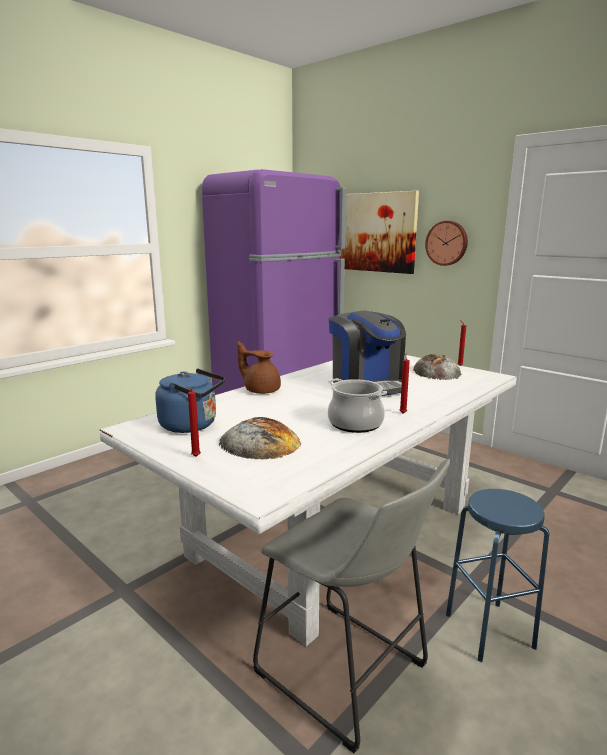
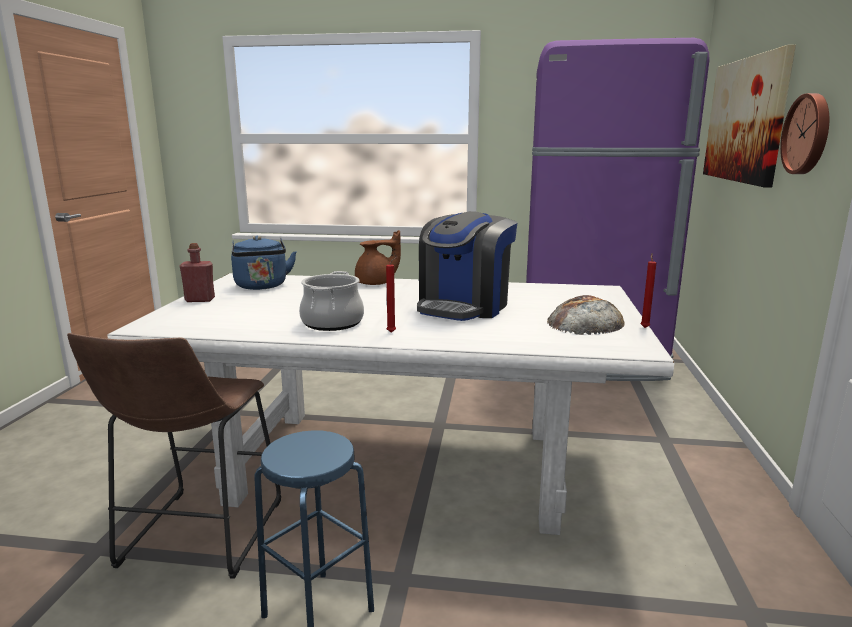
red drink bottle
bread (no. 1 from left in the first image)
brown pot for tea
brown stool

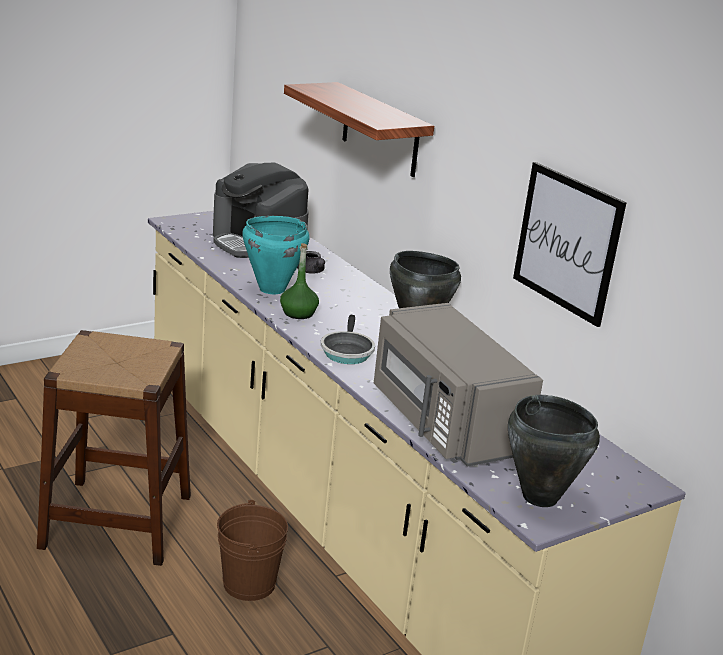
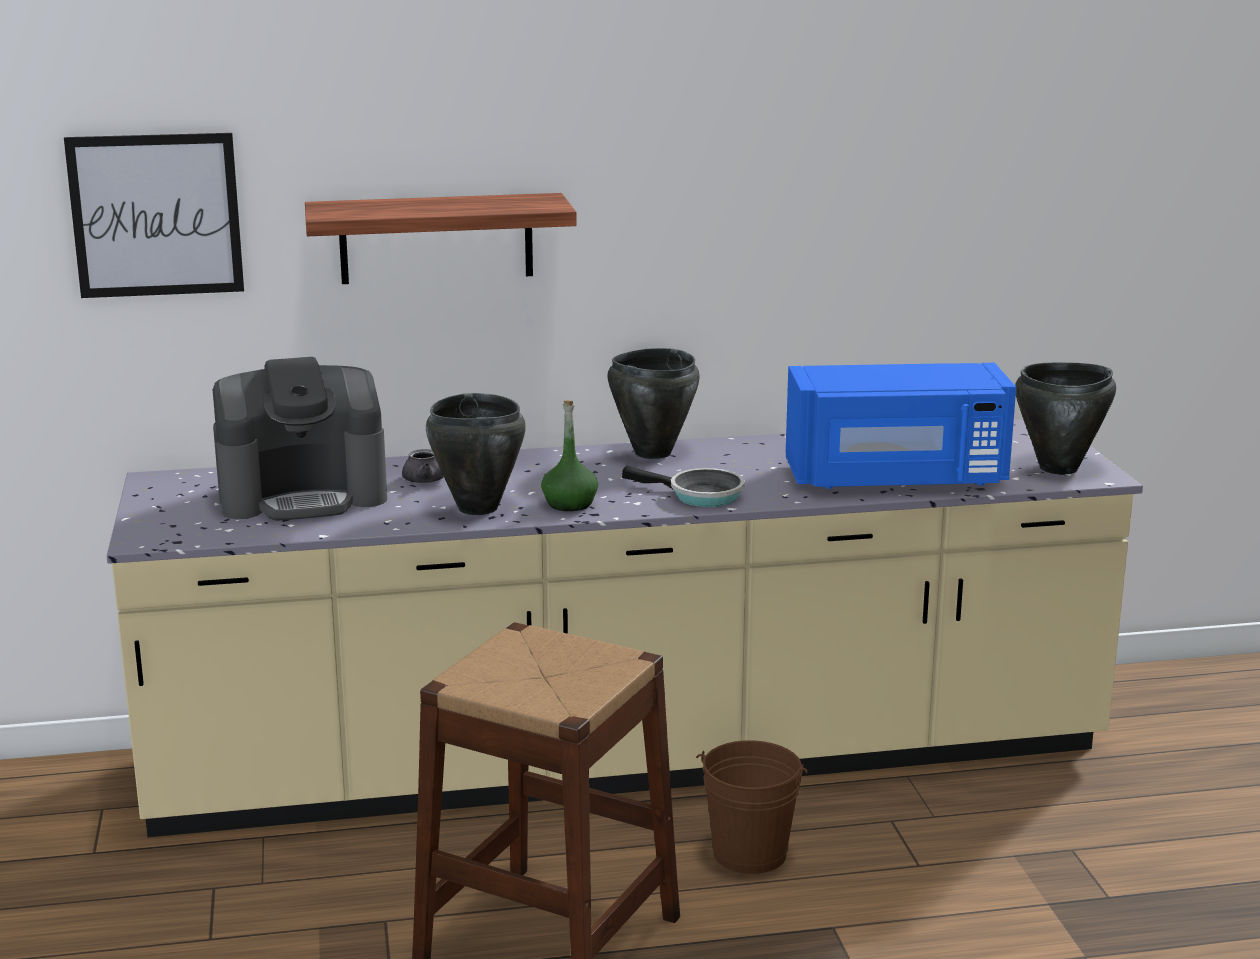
black-coloured cooking pot (no. 1 from left)
bluish kitchen microwave
wall art

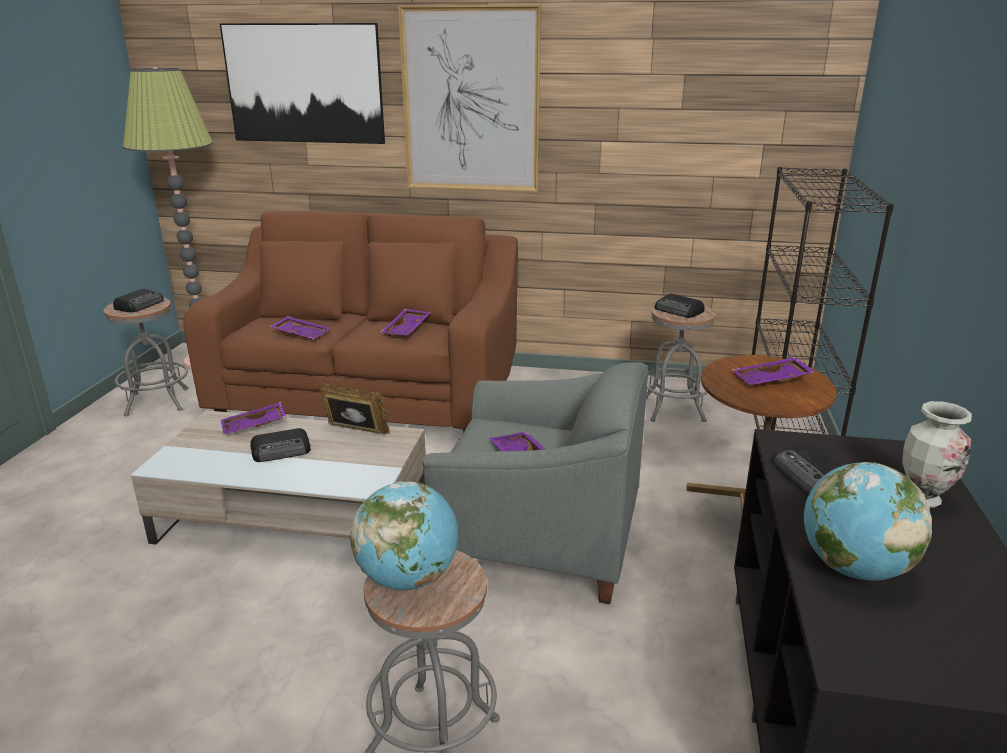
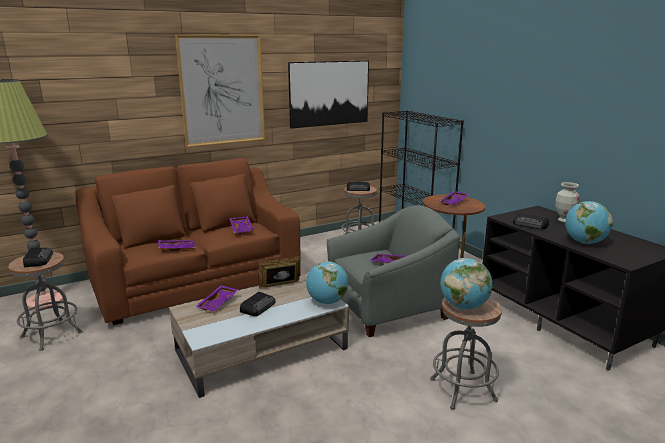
wall art (no. 2 from left)
desk globe (no. 1 from left)

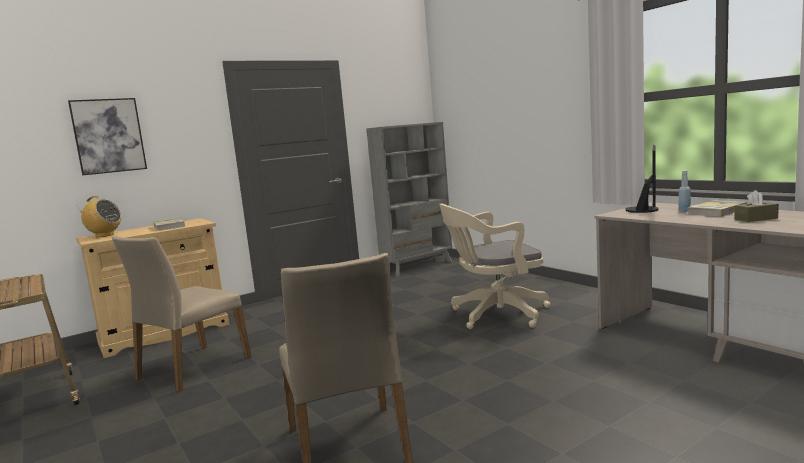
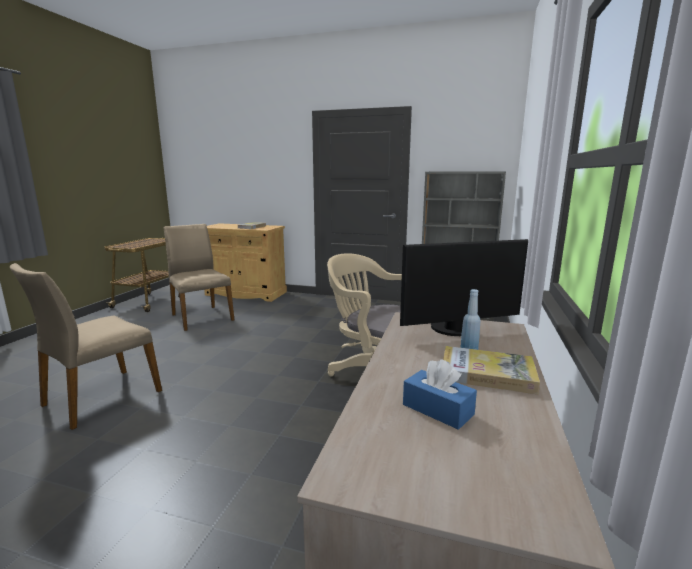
wall art
radio receiver
beige plain chair (no. 2 from left)
bluish tissue box

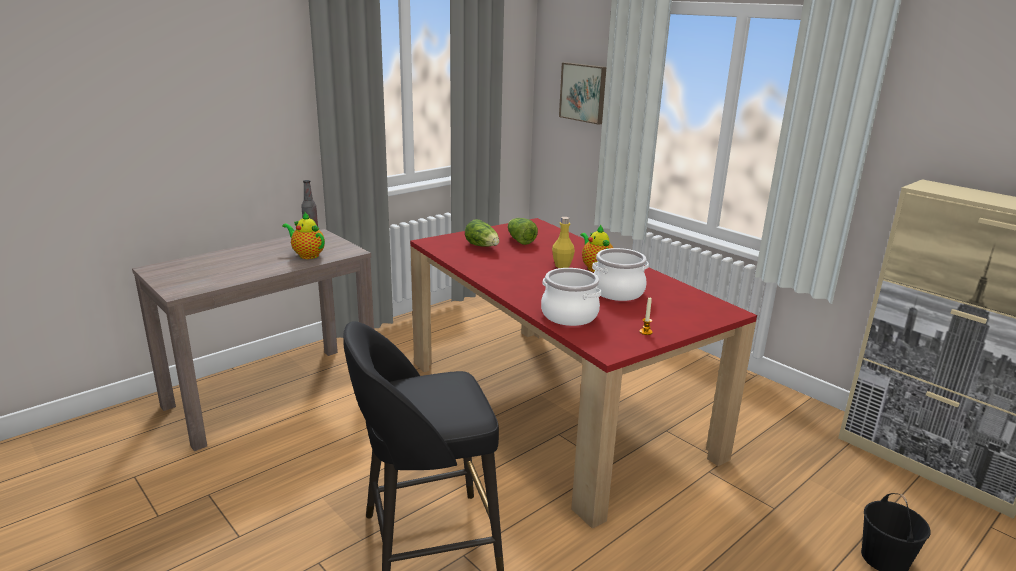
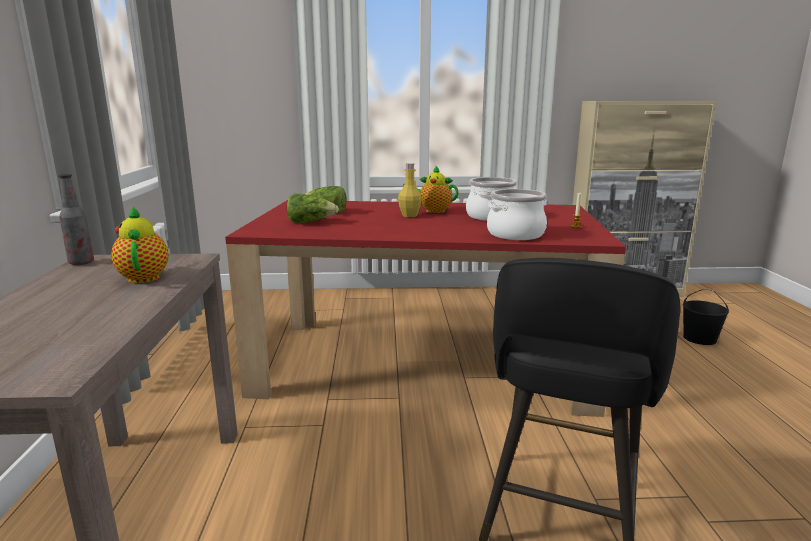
pot for tea (no. 1 from left)
wall art

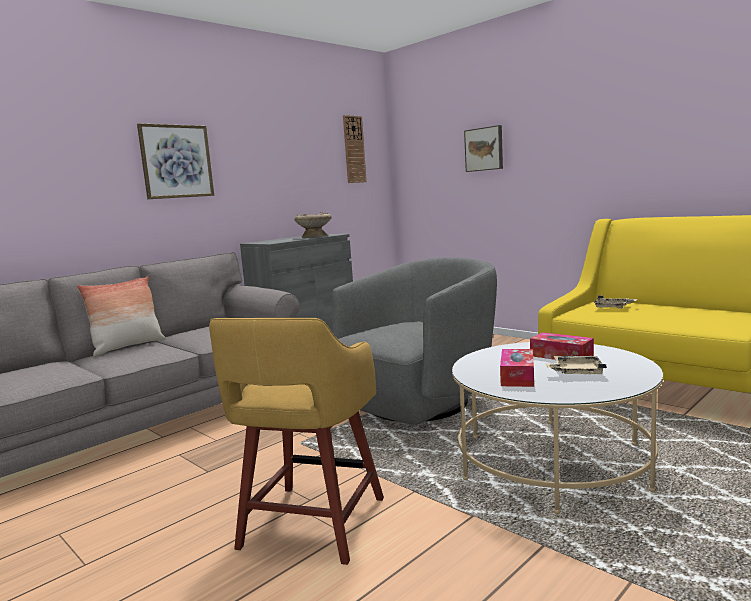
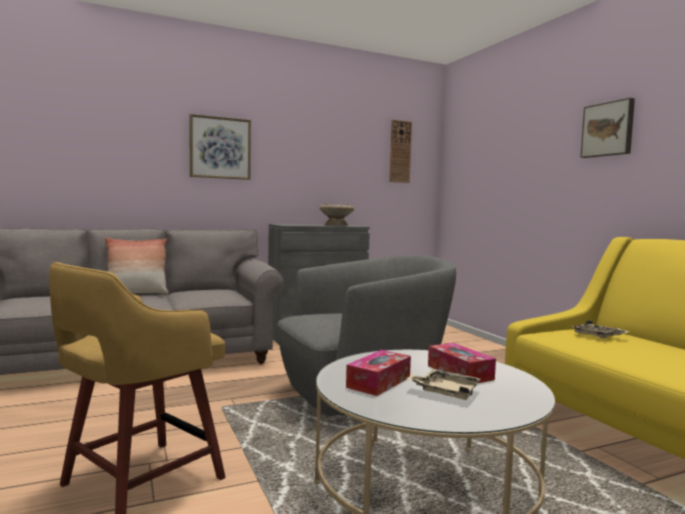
wall art (no. 2 from left)

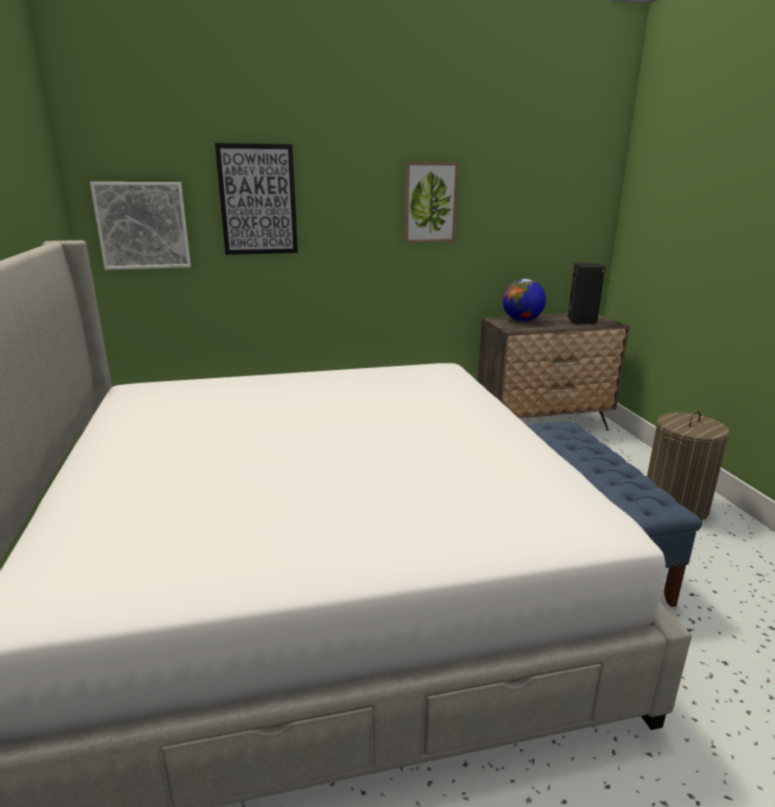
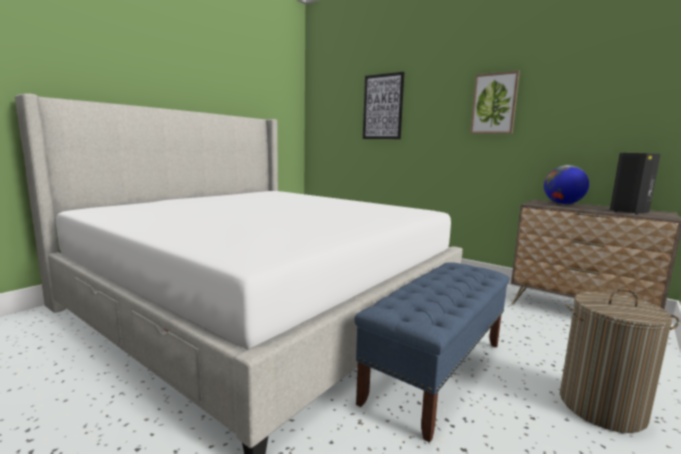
wall art (no. 1 from left in the first image)

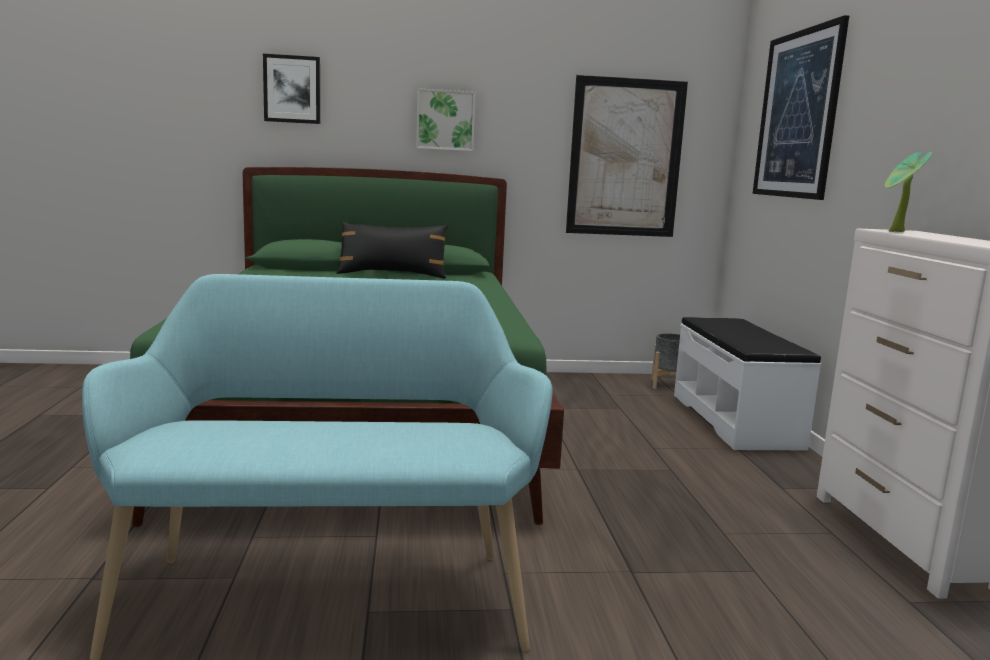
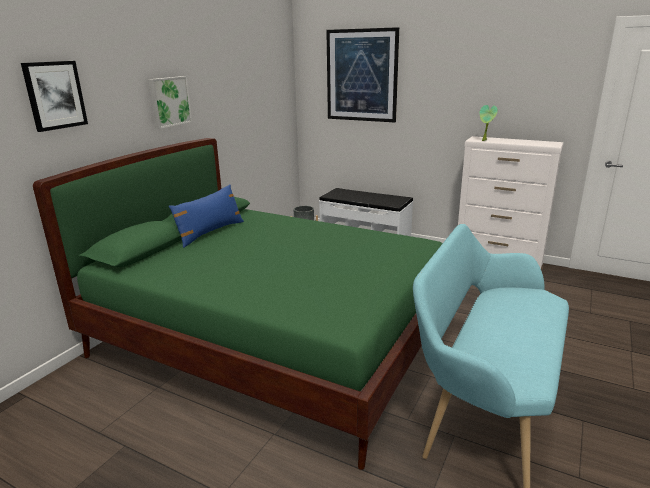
bluish pillow
wall art (no. 3 from left in the first image)

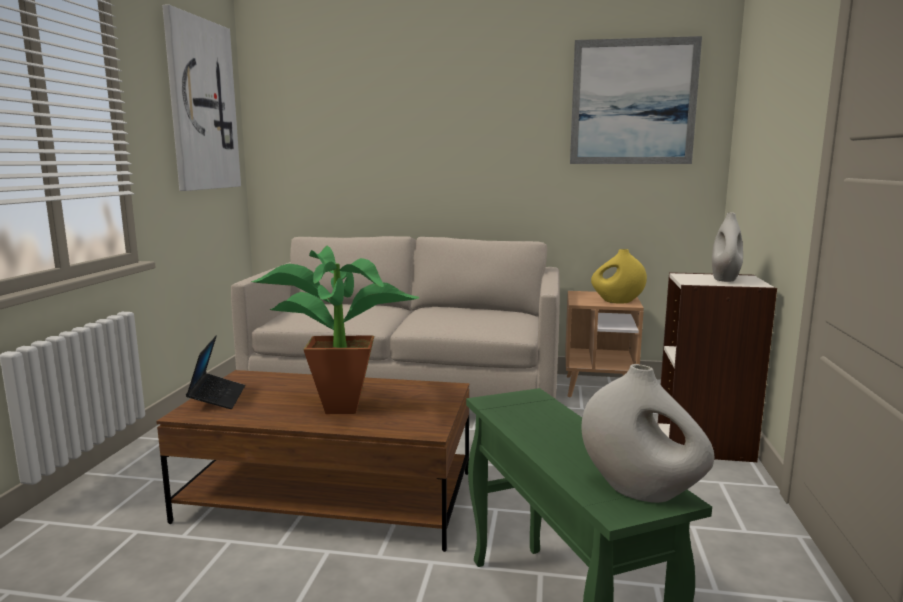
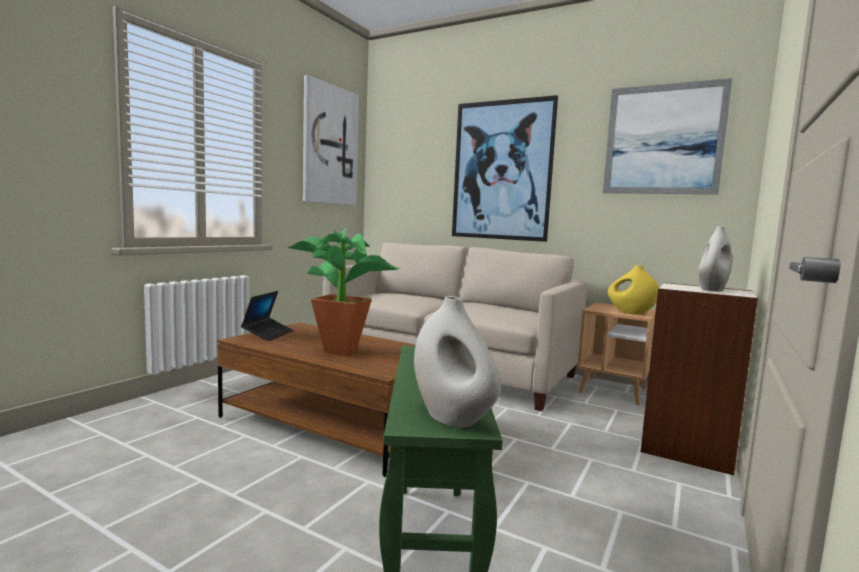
wall art (no. 2 from left)

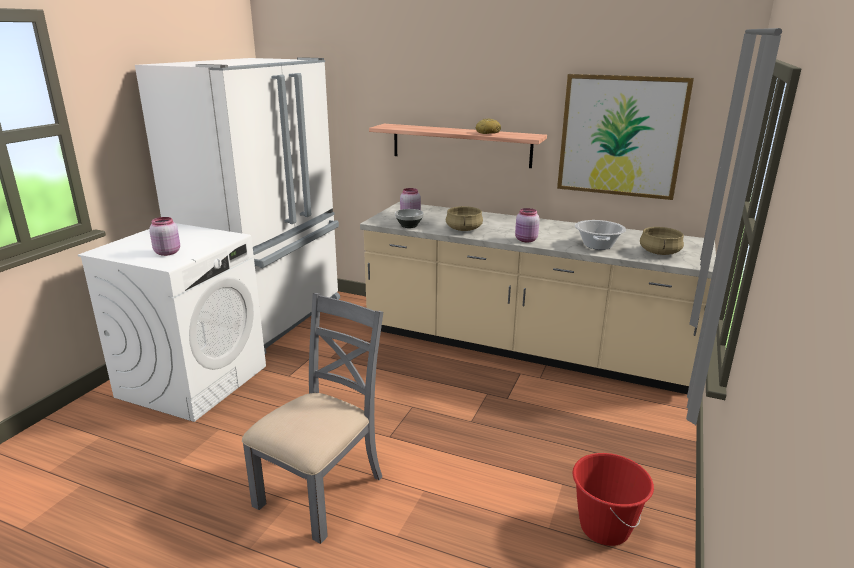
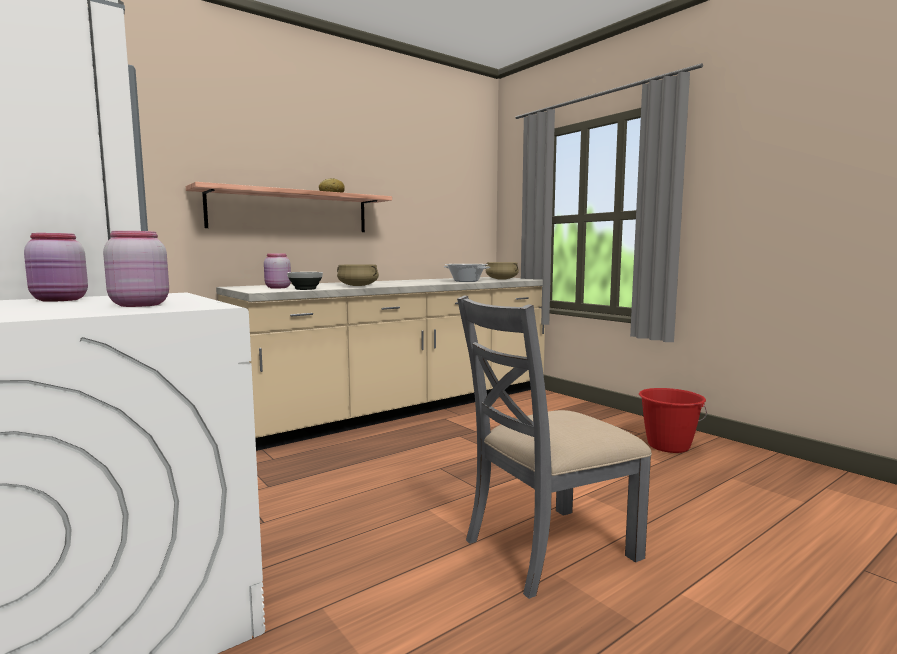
grey plain chair
pink preserve jar (no. 1 from left)
wall art

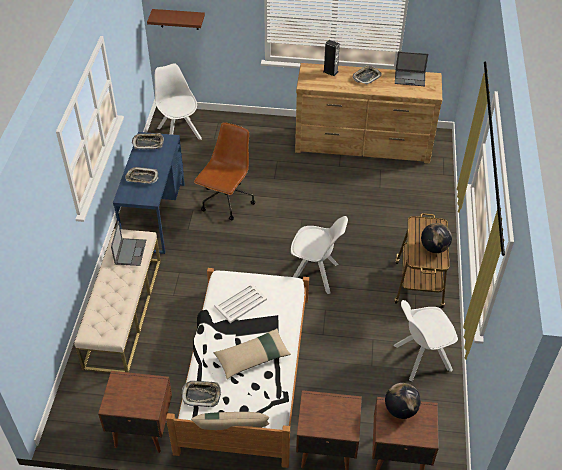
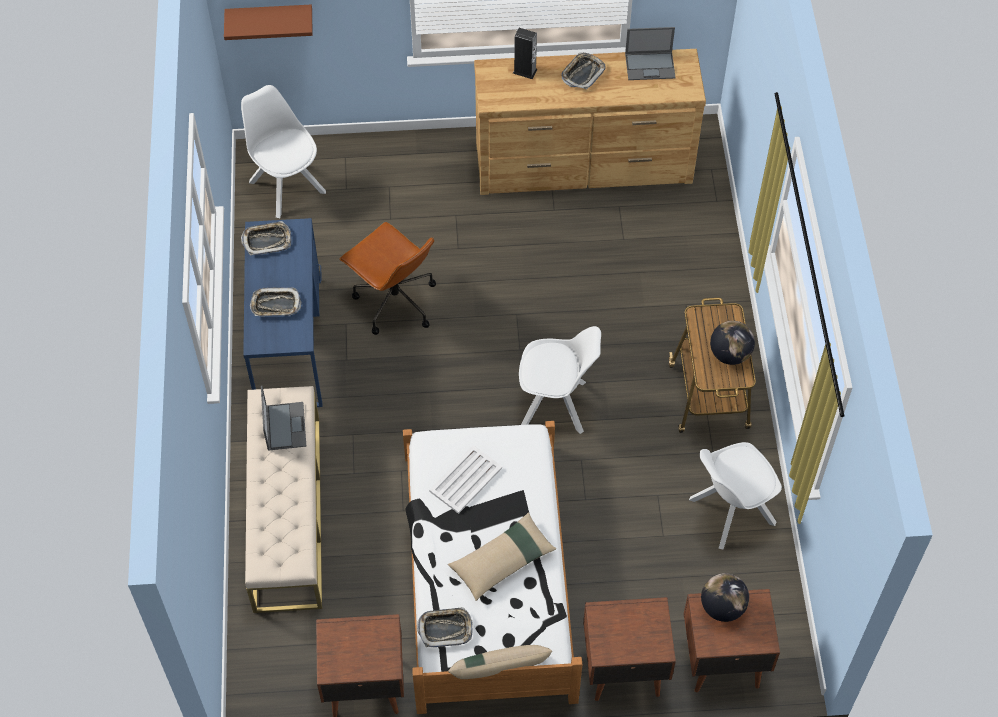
brown computer chair

